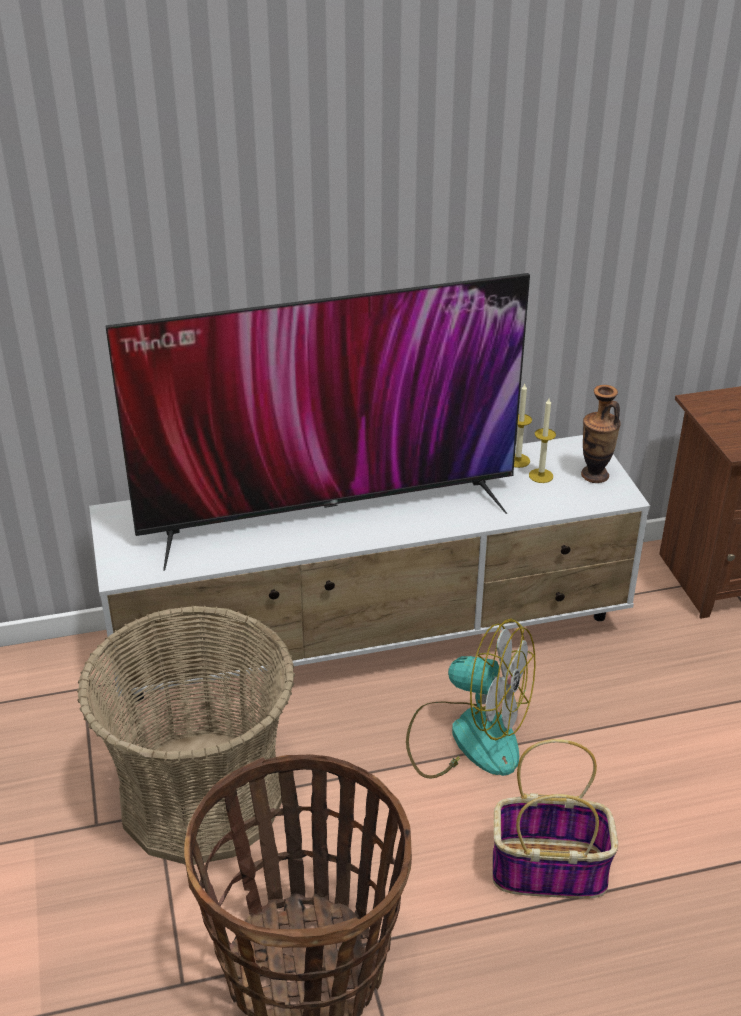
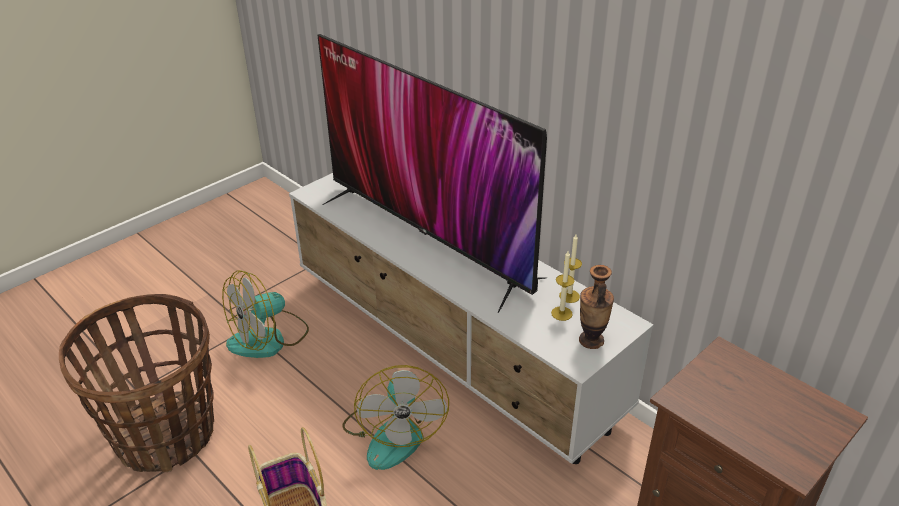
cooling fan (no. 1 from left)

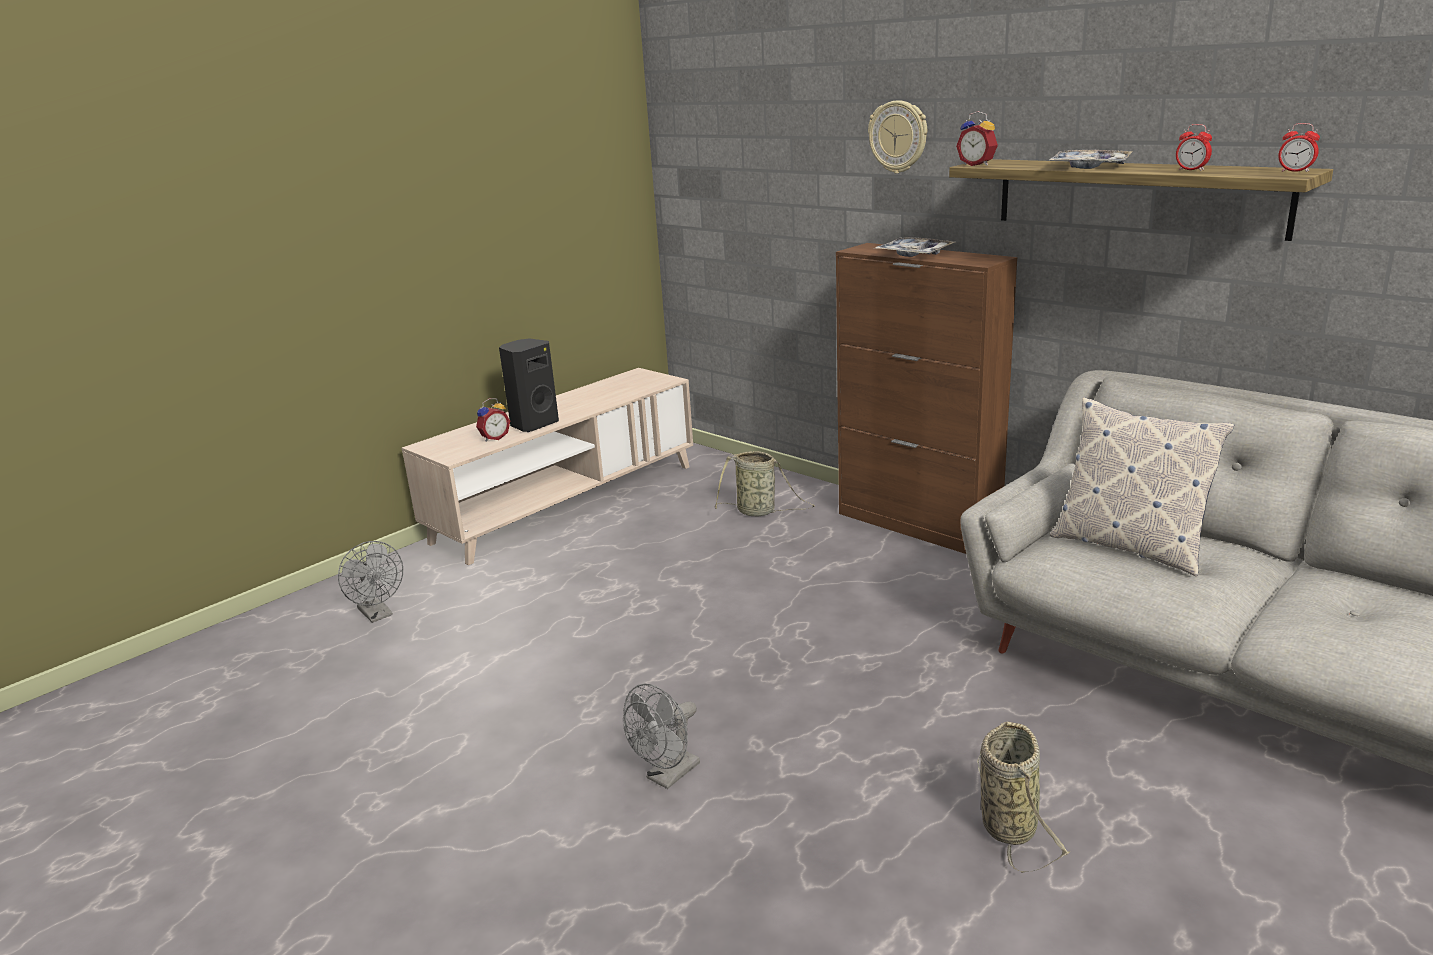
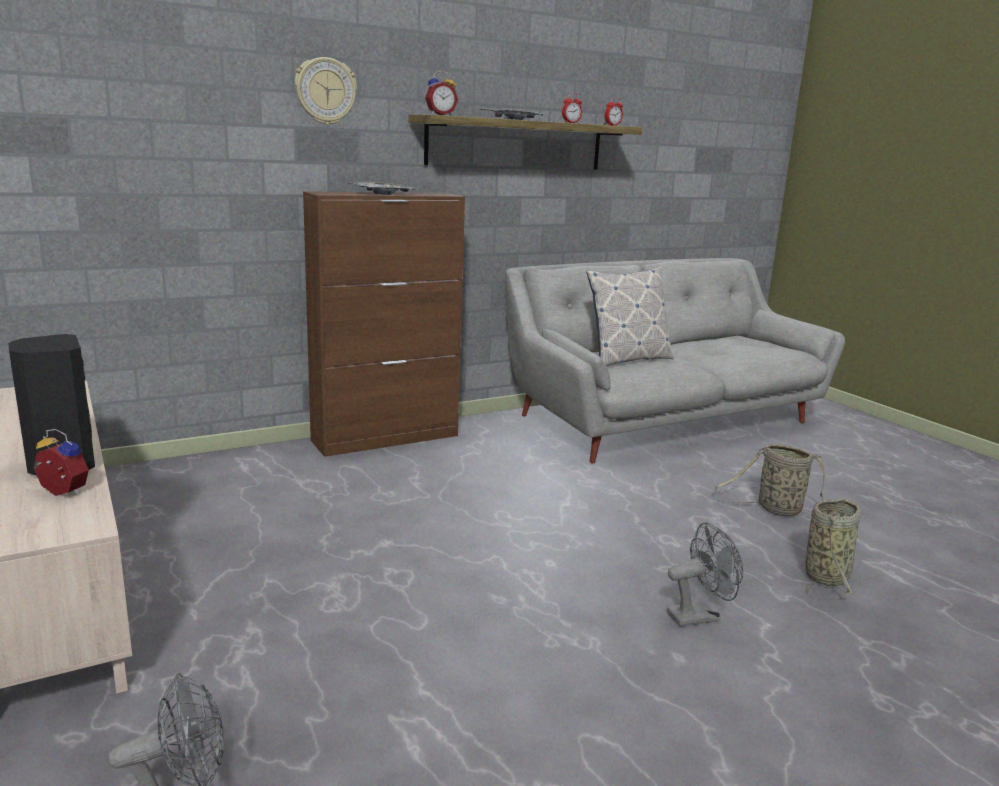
alarm clock (no. 1 from left)
grey cooling fan (no. 2 from left)
storage basket (no. 2 from left)

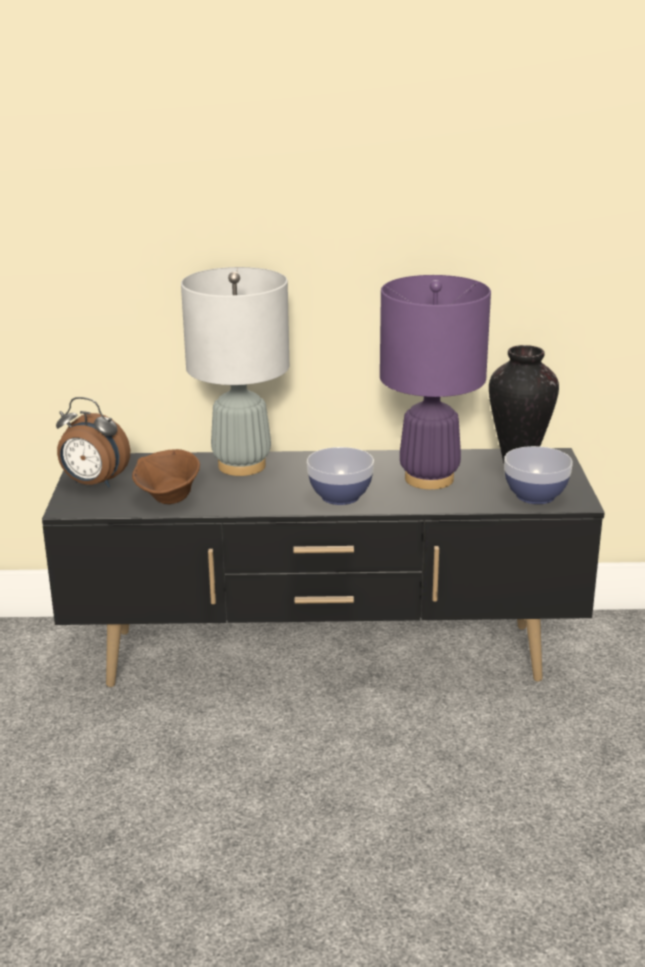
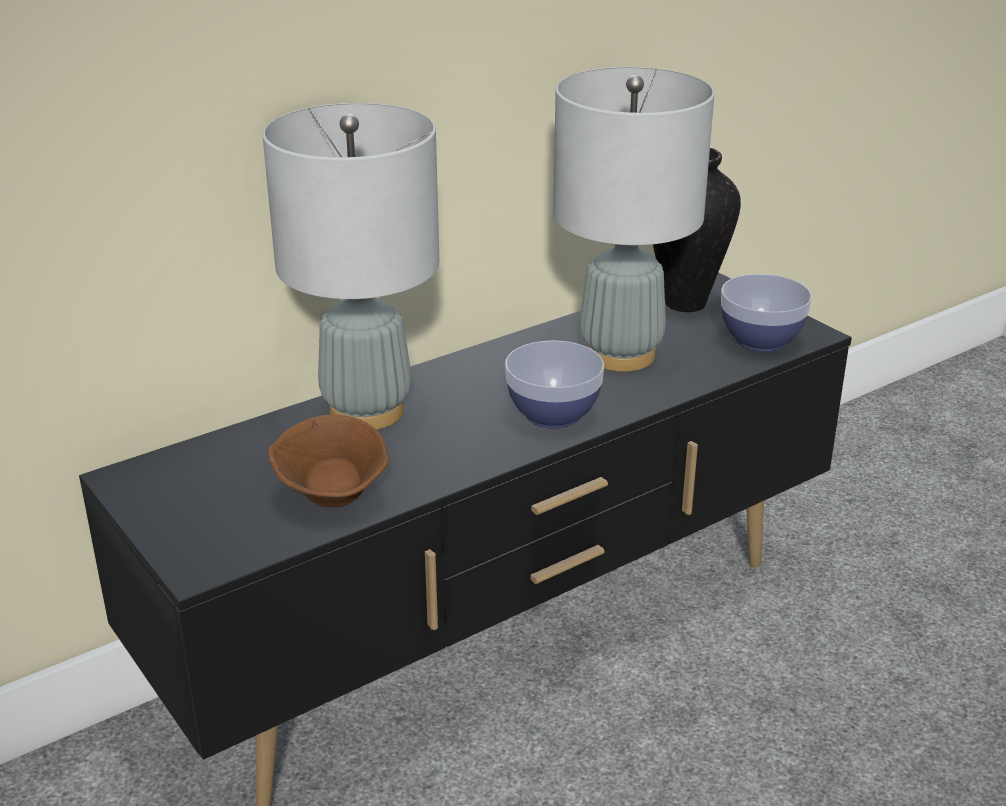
alarm clock
grey lamp for a table (no. 2 from left)

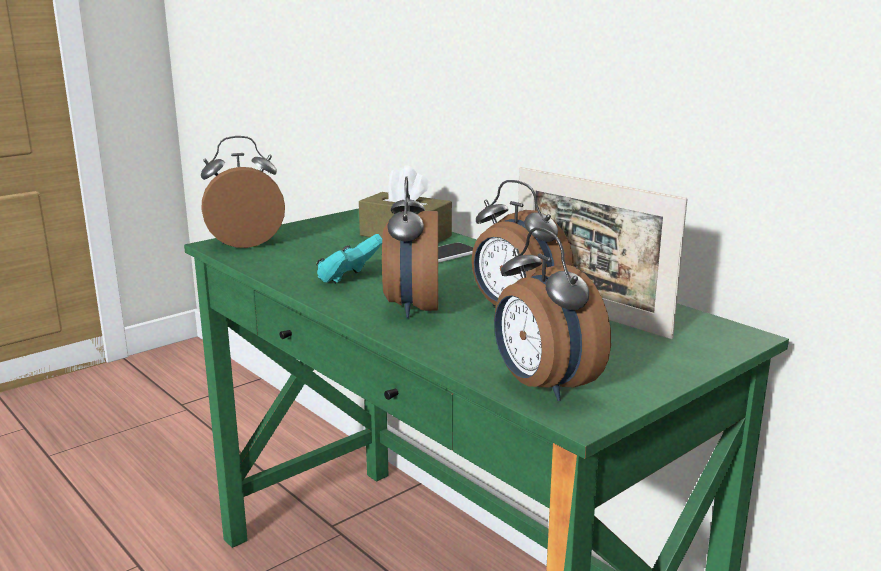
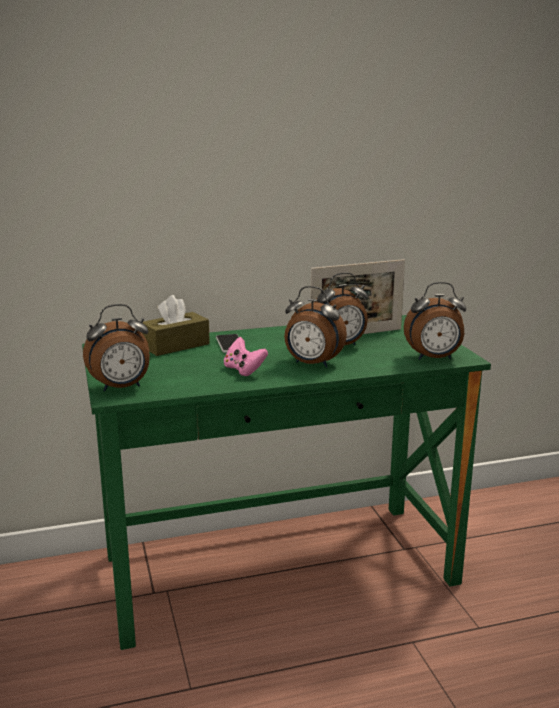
alarm clock (no. 1 from left)
pink game controller

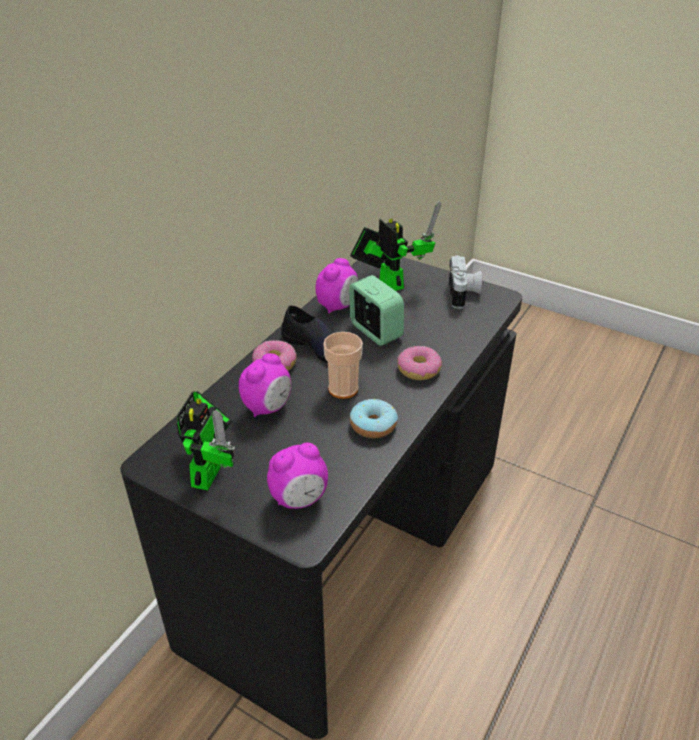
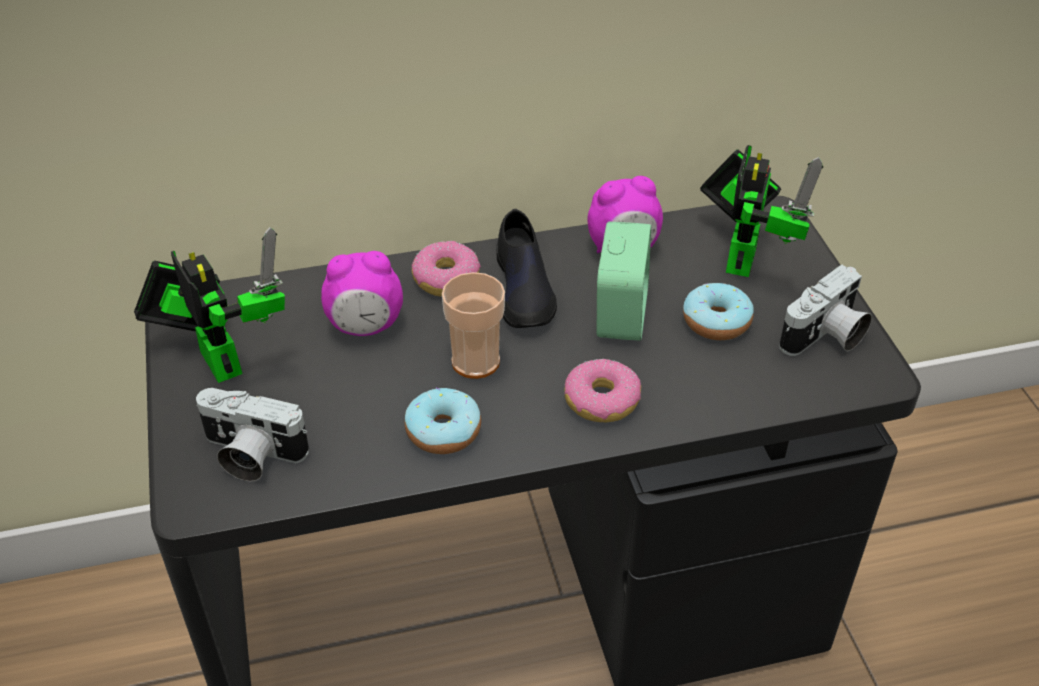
model robot (no. 1 from left)
photo camera (no. 1 from left)
doughnut (no. 4 from left)

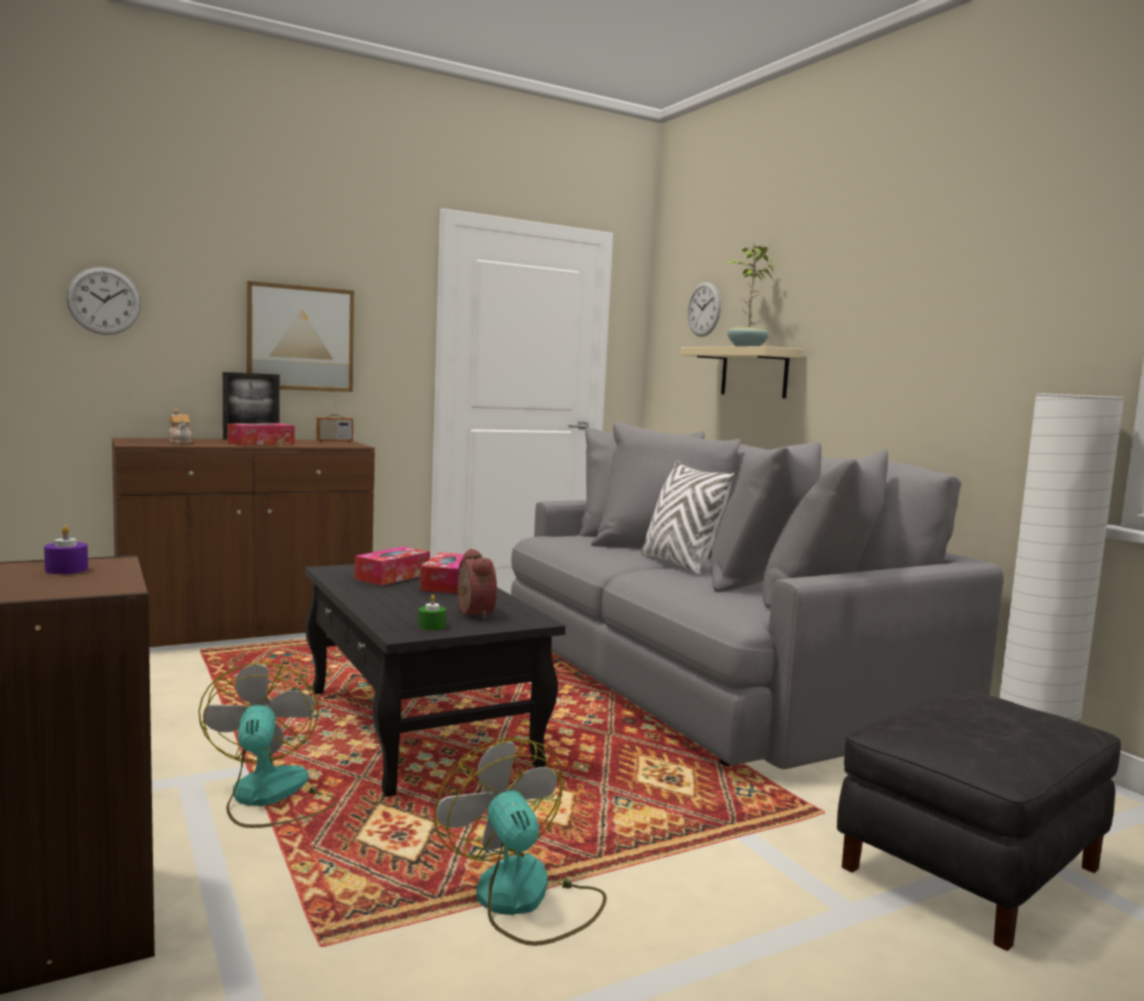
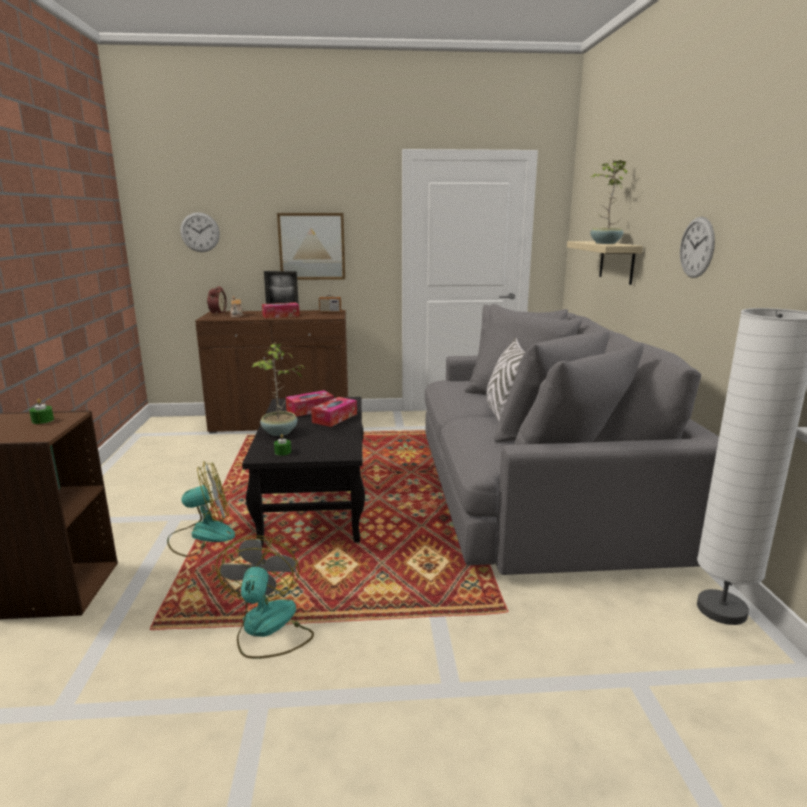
green candle (no. 1 from left)
cooling fan (no. 1 from left)
alarm clock
clock on the wall (no. 2 from left)
black-coloured ottoman
houseplant (no. 1 from left)

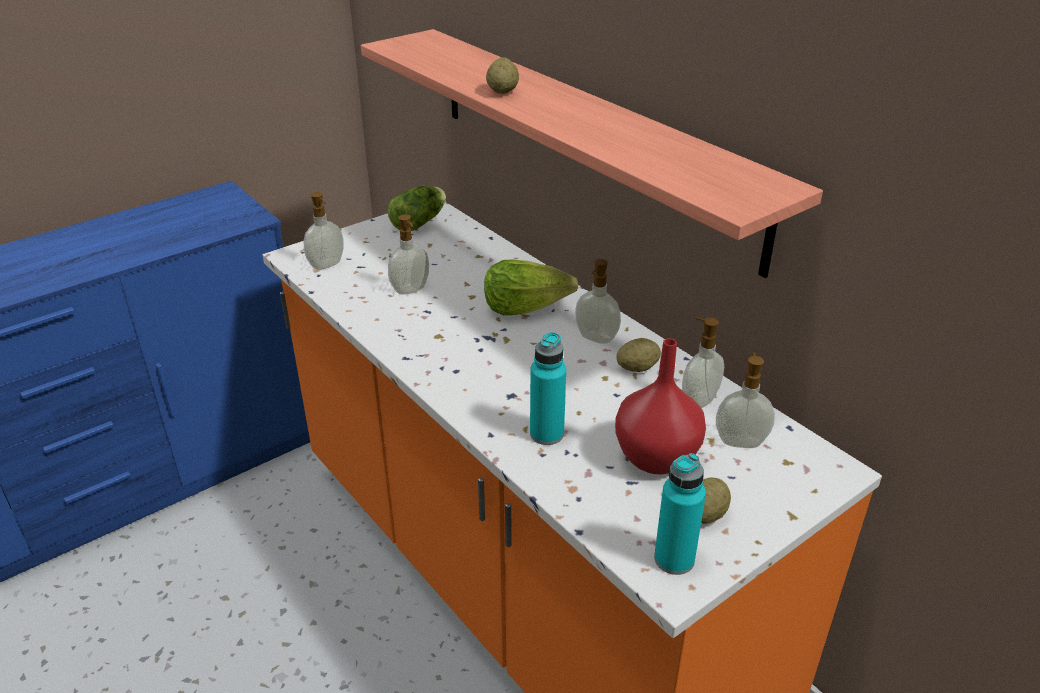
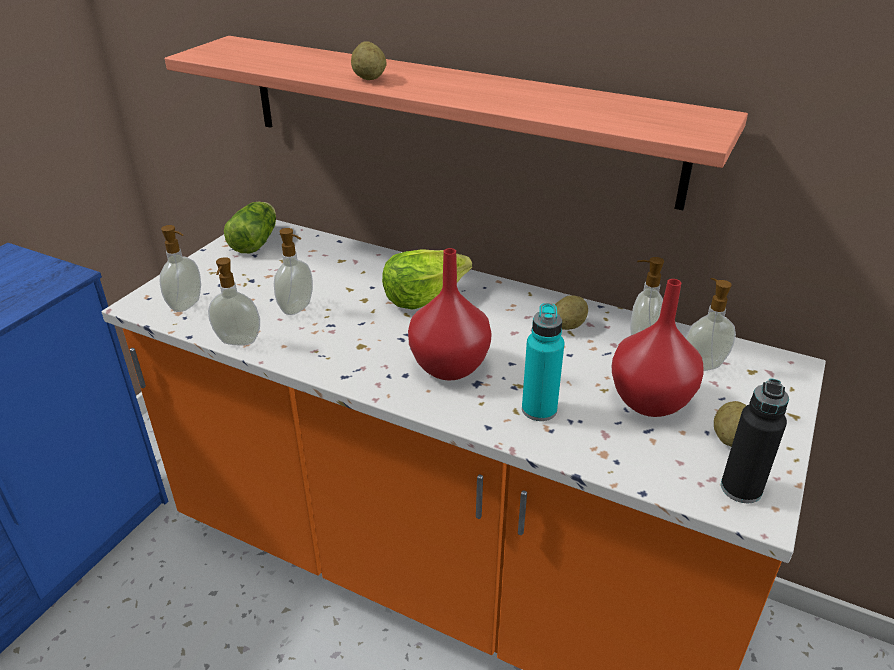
soap dispenser (no. 2 from left)
black-coloured drink bottle
red decorative vase (no. 1 from left)

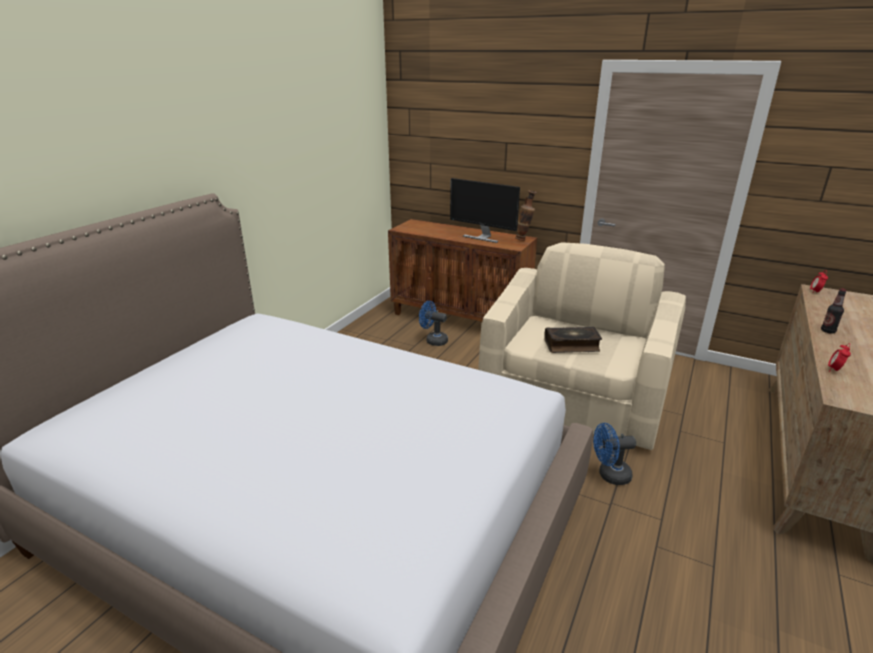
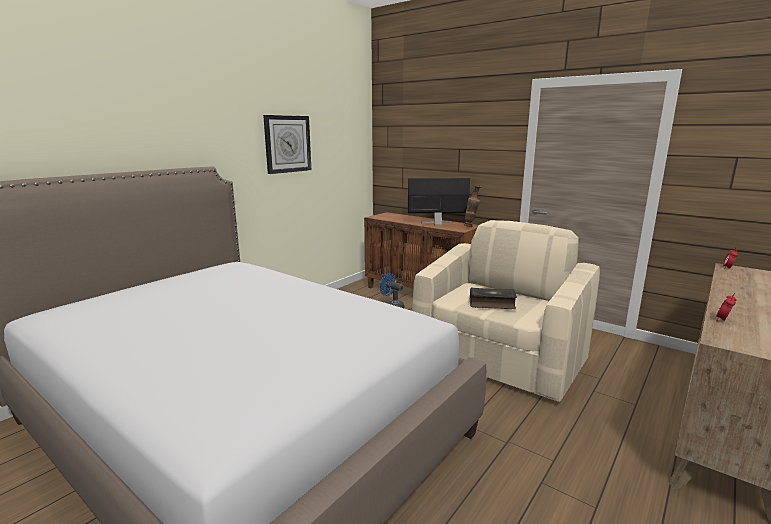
computer screen
bluish cooling fan (no. 2 from left in the first image)
drink bottle
clock on the wall

